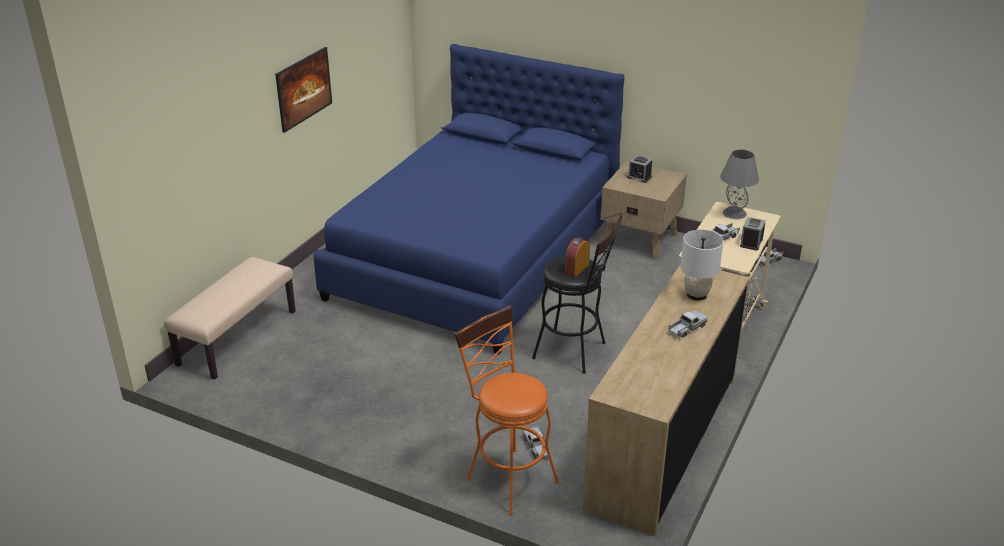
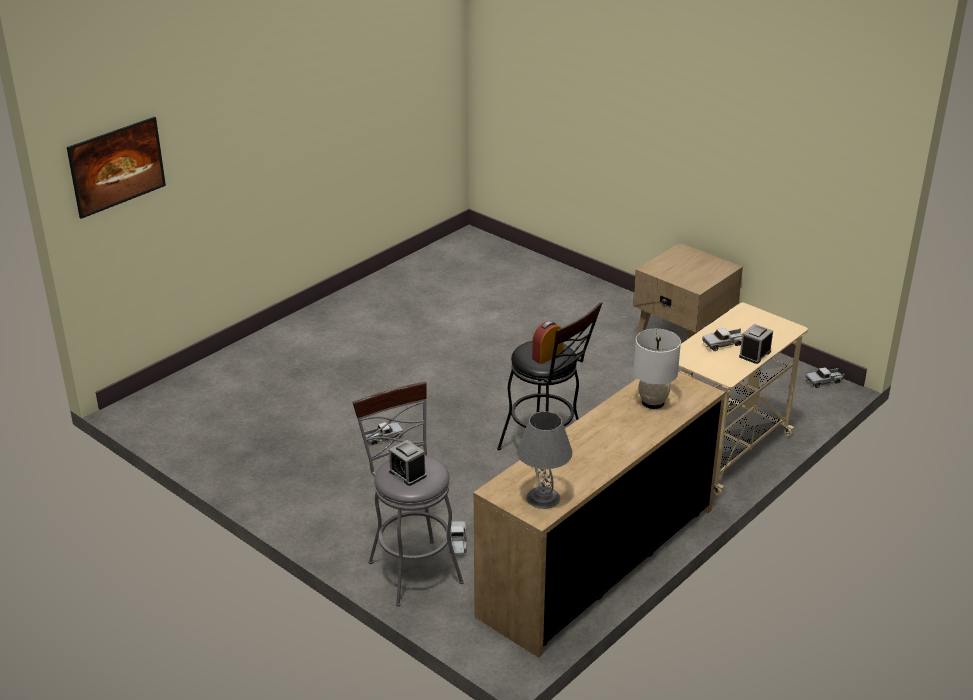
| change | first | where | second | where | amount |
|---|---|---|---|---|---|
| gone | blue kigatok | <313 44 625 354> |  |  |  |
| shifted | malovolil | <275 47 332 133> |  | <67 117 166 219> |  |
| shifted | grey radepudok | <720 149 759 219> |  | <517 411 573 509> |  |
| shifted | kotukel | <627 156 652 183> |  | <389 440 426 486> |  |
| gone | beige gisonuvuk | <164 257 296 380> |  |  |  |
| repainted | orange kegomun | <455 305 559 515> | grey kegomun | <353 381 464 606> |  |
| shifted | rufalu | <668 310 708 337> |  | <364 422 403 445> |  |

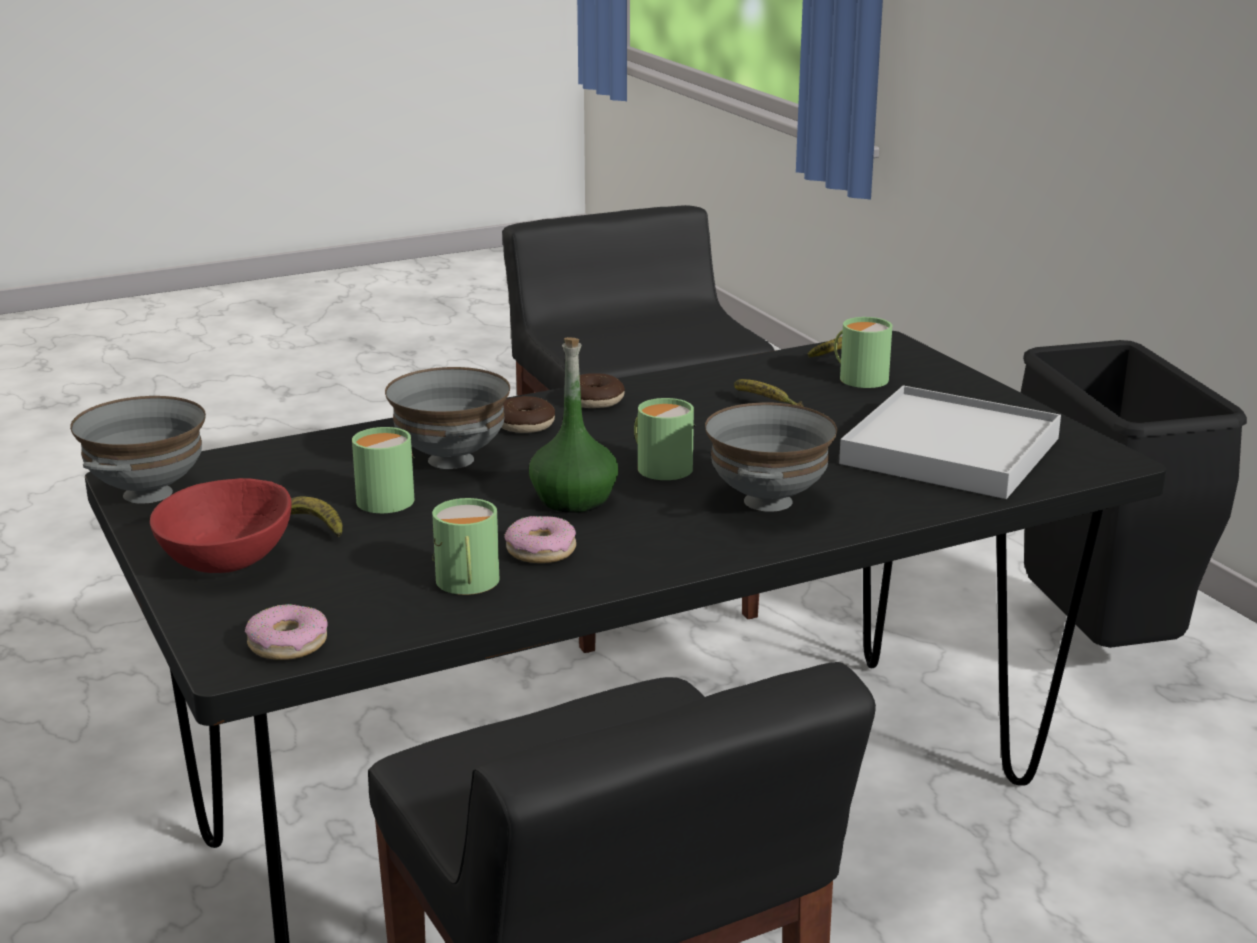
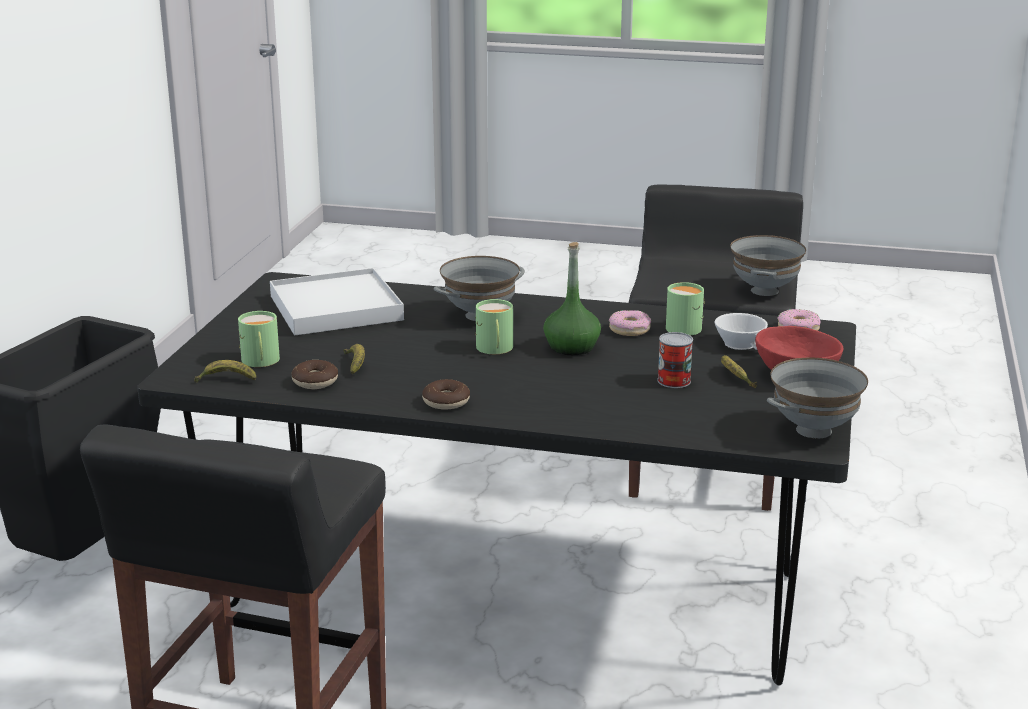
| change | first | where | second | where | amount |
|---|---|---|---|---|---|
| shifted | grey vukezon | <385 367 510 469> |  | <730 235 806 296> |  |
| shifted | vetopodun | <501 396 555 433> |  | <291 360 338 389> |  |
| swapped | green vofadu | <352 427 415 513> | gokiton | <657 332 693 388> |  |
| new |  |  | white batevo | <715 313 768 350> |  |

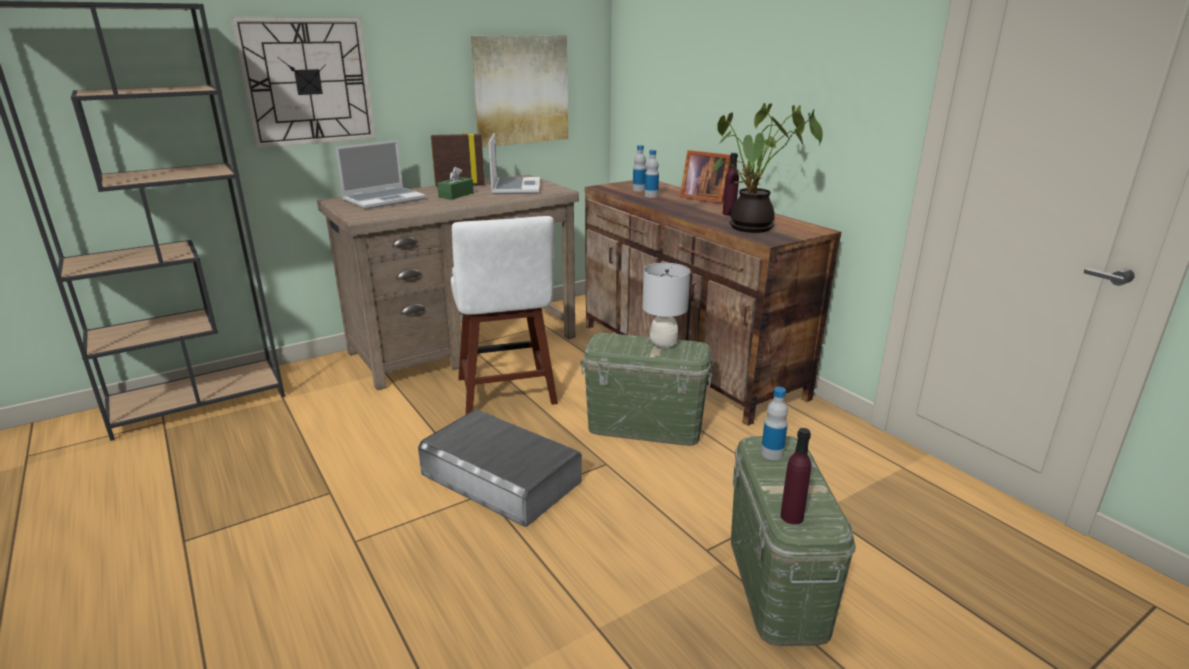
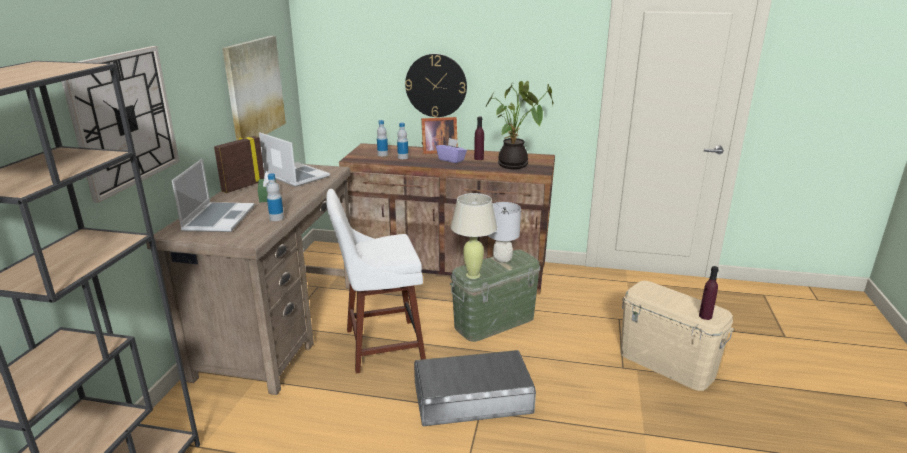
| change | first | where | second | where | amount |
|---|---|---|---|---|---|
| rotated | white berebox | <451 216 558 414> |  | <326 189 426 373> | 135 degrees clockwise |
| shifted | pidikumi | <761 387 788 460> |  | <266 174 284 221> |  |
| repainted | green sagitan | <731 436 856 646> | beige sagitan | <620 281 734 391> |  |
| new |  |  | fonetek | <405 54 467 117> |  |
| new |  |  | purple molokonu | <436 138 467 163> |  |
| new |  |  | beige radepudok | <451 193 497 279> |  |

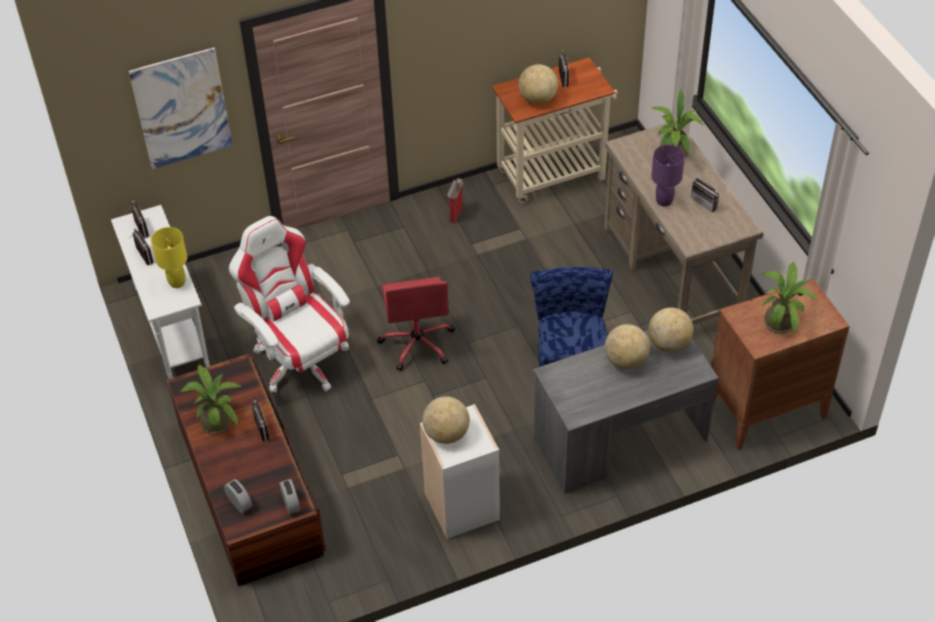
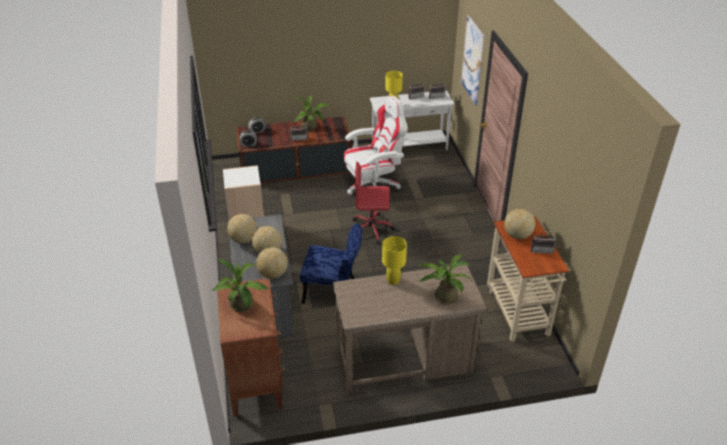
| change | first | where | second | where | amount |
|---|---|---|---|---|---|
| repainted | purple radepudok | <651 145 685 207> | yellow radepudok | <382 236 407 285> |  |
| gone | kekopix | <691 172 719 212> |  |  |  |
| gone | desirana | <447 178 464 223> |  |  |  |
| shifted | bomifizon | <422 396 470 444> |  | <227 214 257 243> |  |

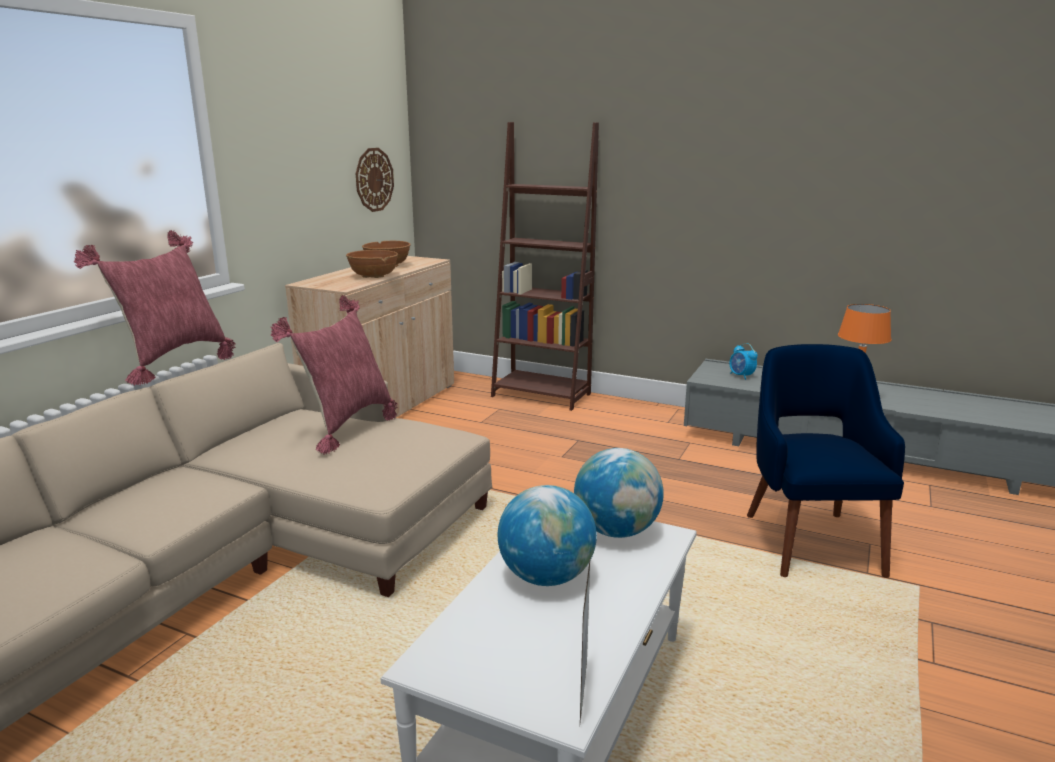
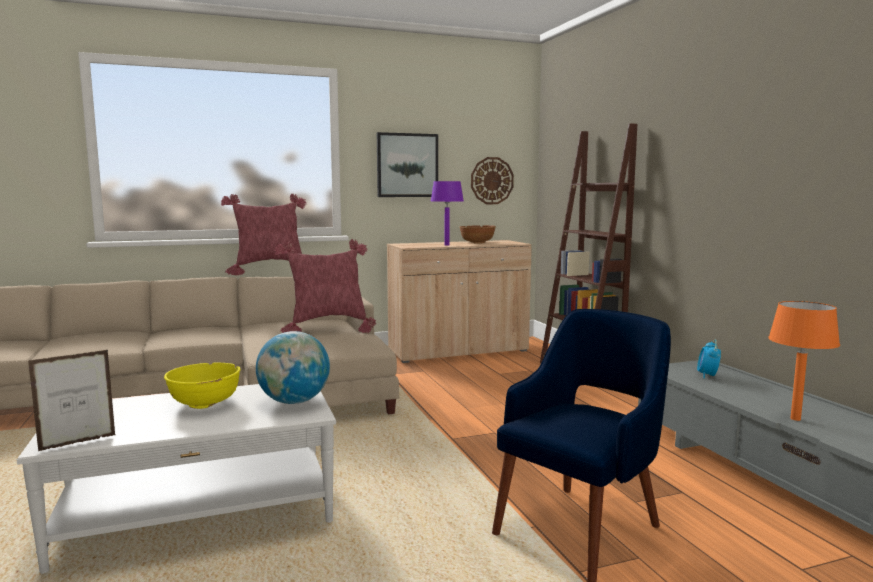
| change | first | where | second | where | amount |
|---|---|---|---|---|---|
| swapped | brown vukezon | <346 250 398 278> | purple radepudok | <431 181 464 246> |  |
| swapped | bomifizon | <498 485 597 586> | yellow vukezon | <164 363 241 409> |  |
| new |  |  | malovolil | <377 132 438 197> |  |

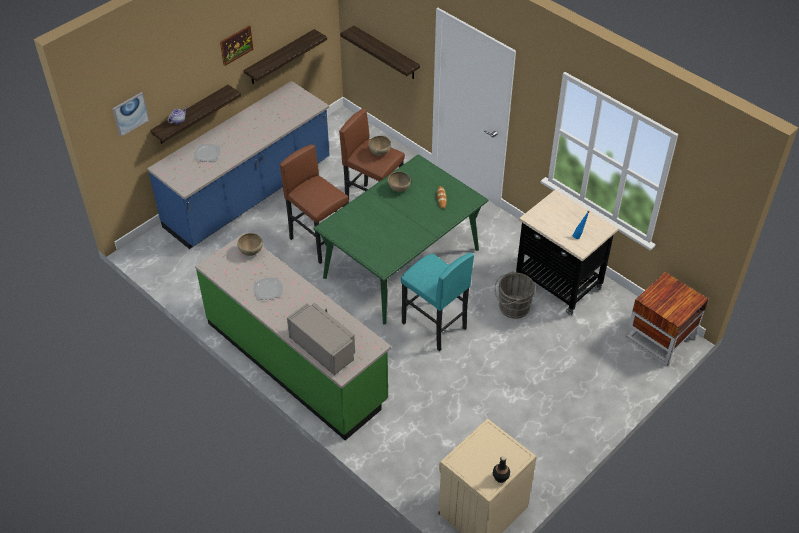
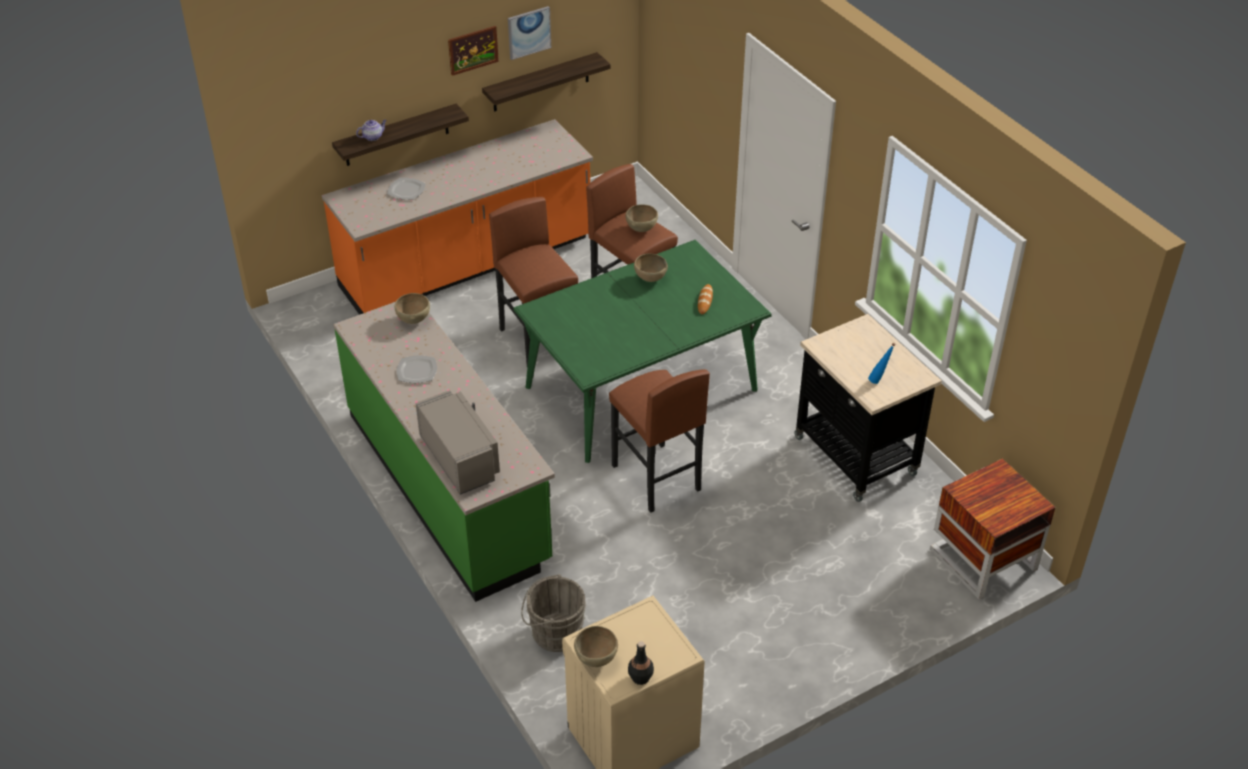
| change | first | where | second | where | amount |
|---|---|---|---|---|---|
| gone | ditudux | <340 25 420 79> |  |  |  |
| repainted | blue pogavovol | <147 81 330 249> | orange pogavovol | <322 119 593 315> |  |
| shifted | malovolil | <112 92 149 137> |  | <508 6 551 60> |  |
| repainted | turquoise kegomun | <401 252 474 351> | brown kegomun | <609 369 710 513> |  |
| shifted | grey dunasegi | <495 271 535 319> |  | <521 574 586 652> |  |
| new |  |  | brown vukezon | <574 626 618 667> |  |

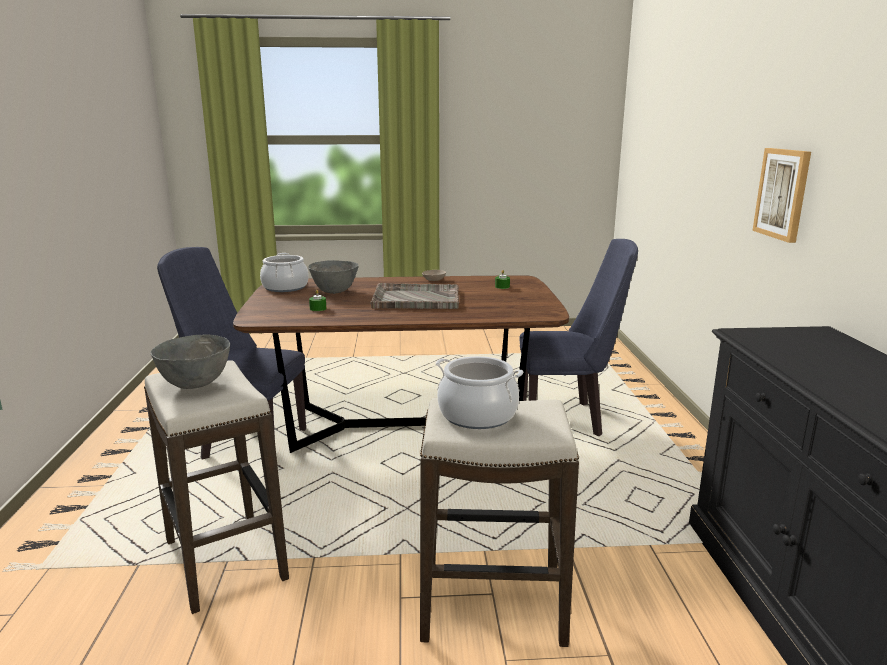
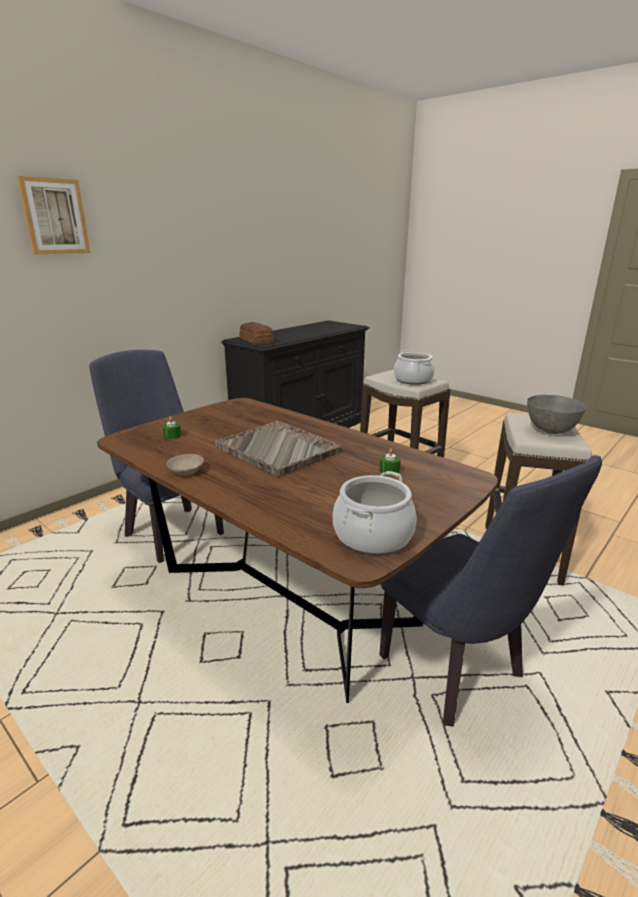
| change | first | where | second | where | amount |
|---|---|---|---|---|---|
| shifted | malovolil | <752 148 811 243> |  | <16 176 90 254> |  |
| gone | grey vukezon | <308 260 359 294> |  |  |  |
| new |  |  | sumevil | <239 322 274 345> |  |

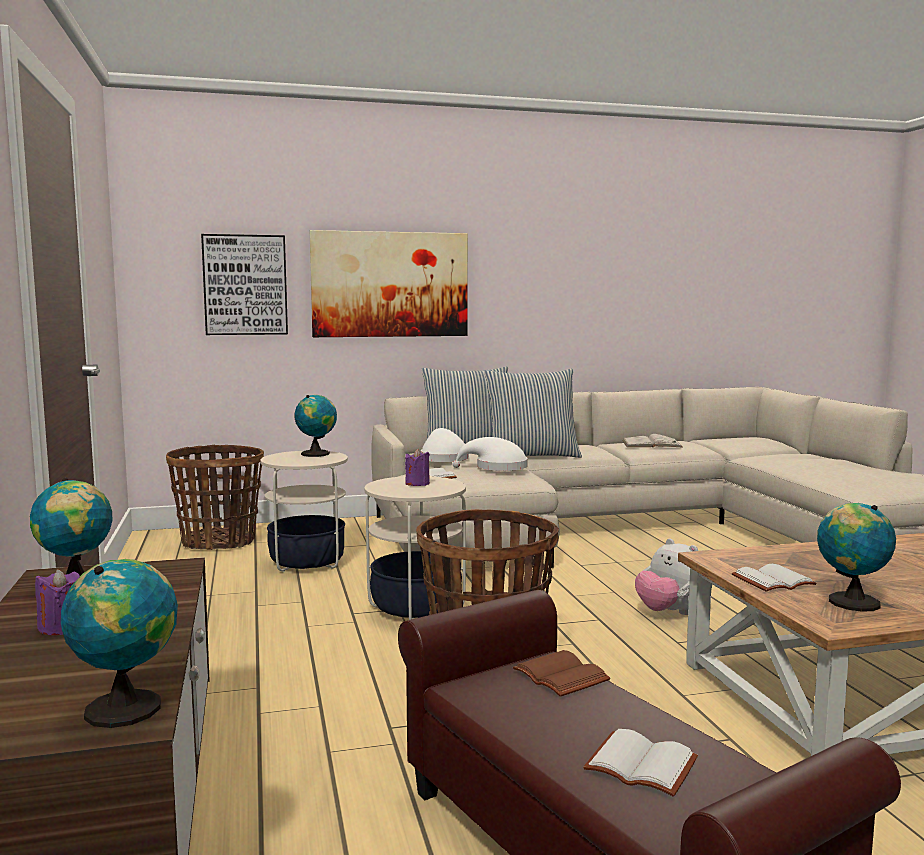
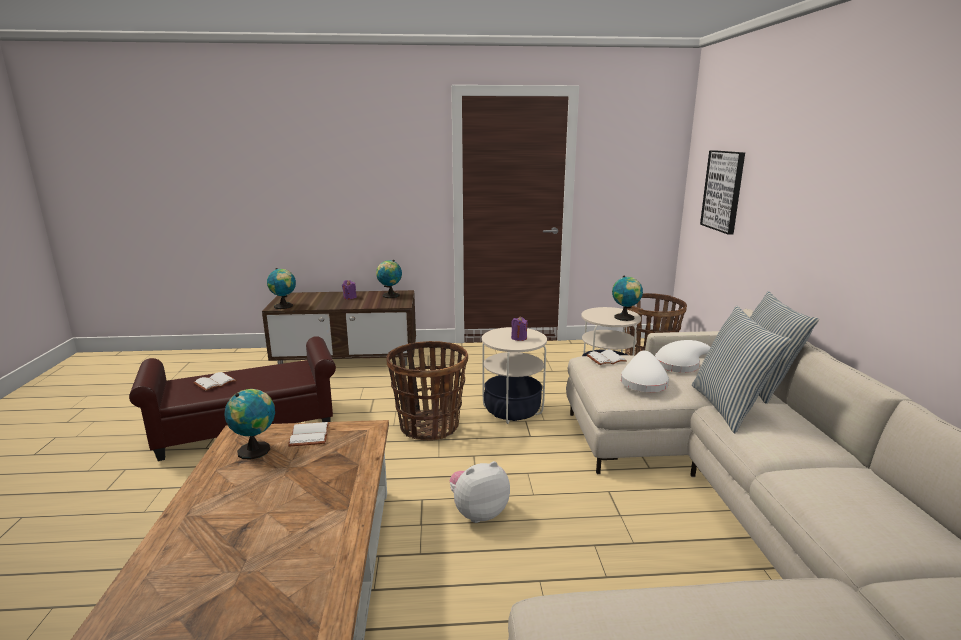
| change | first | where | second | where | amount |
|---|---|---|---|---|---|
| gone | malovolil | <310 230 468 337> |  |  |  |
| gone | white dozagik | <622 434 683 448> |  |  |  |
| gone | brown dozagik | <513 650 610 697> |  |  |  |

